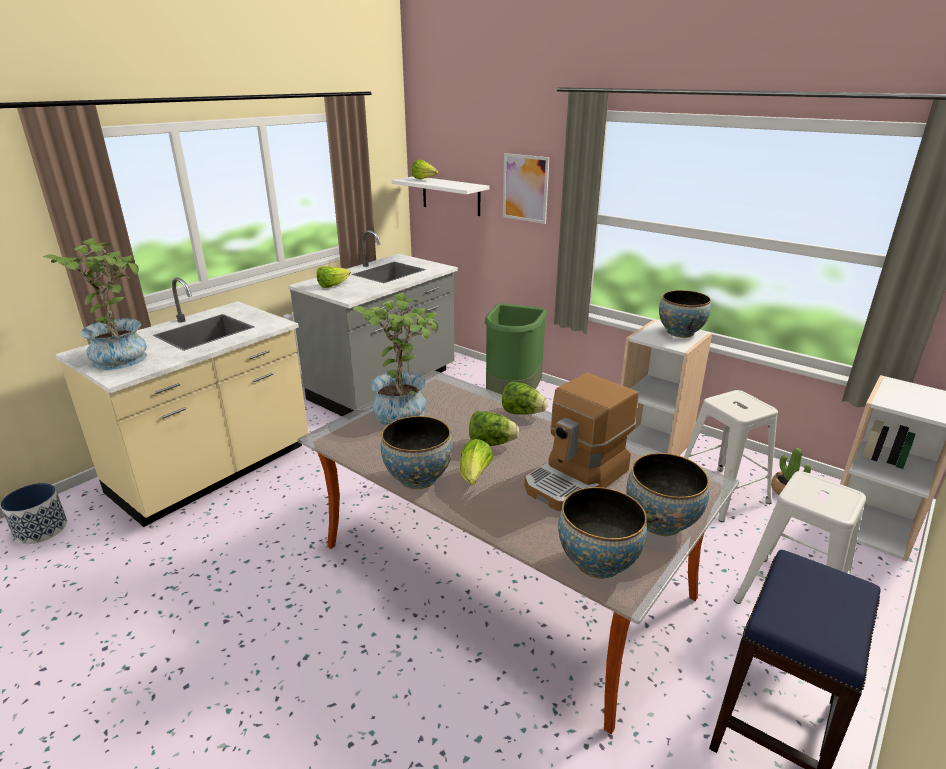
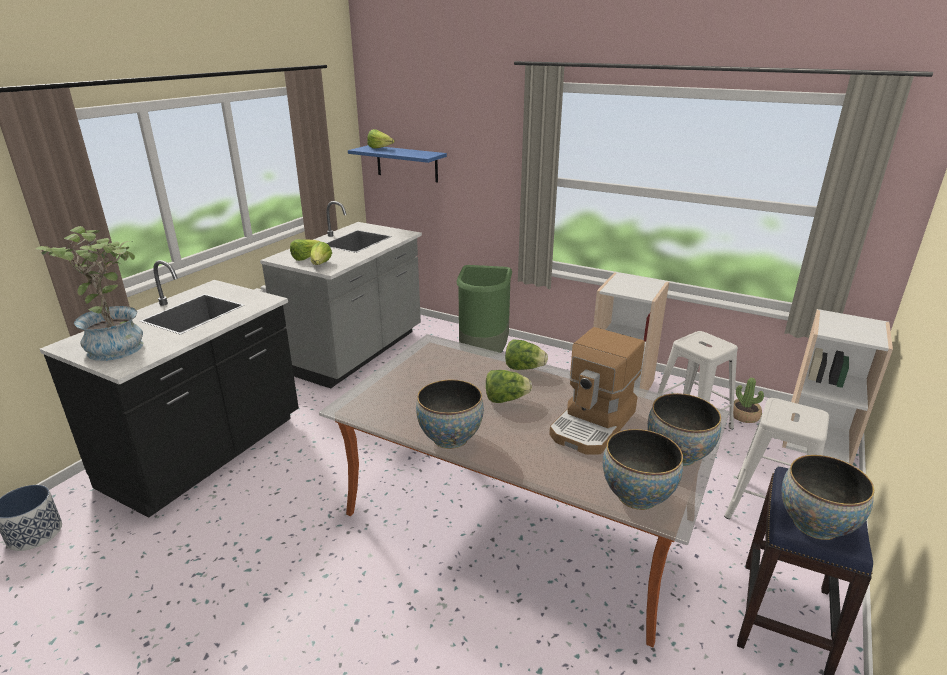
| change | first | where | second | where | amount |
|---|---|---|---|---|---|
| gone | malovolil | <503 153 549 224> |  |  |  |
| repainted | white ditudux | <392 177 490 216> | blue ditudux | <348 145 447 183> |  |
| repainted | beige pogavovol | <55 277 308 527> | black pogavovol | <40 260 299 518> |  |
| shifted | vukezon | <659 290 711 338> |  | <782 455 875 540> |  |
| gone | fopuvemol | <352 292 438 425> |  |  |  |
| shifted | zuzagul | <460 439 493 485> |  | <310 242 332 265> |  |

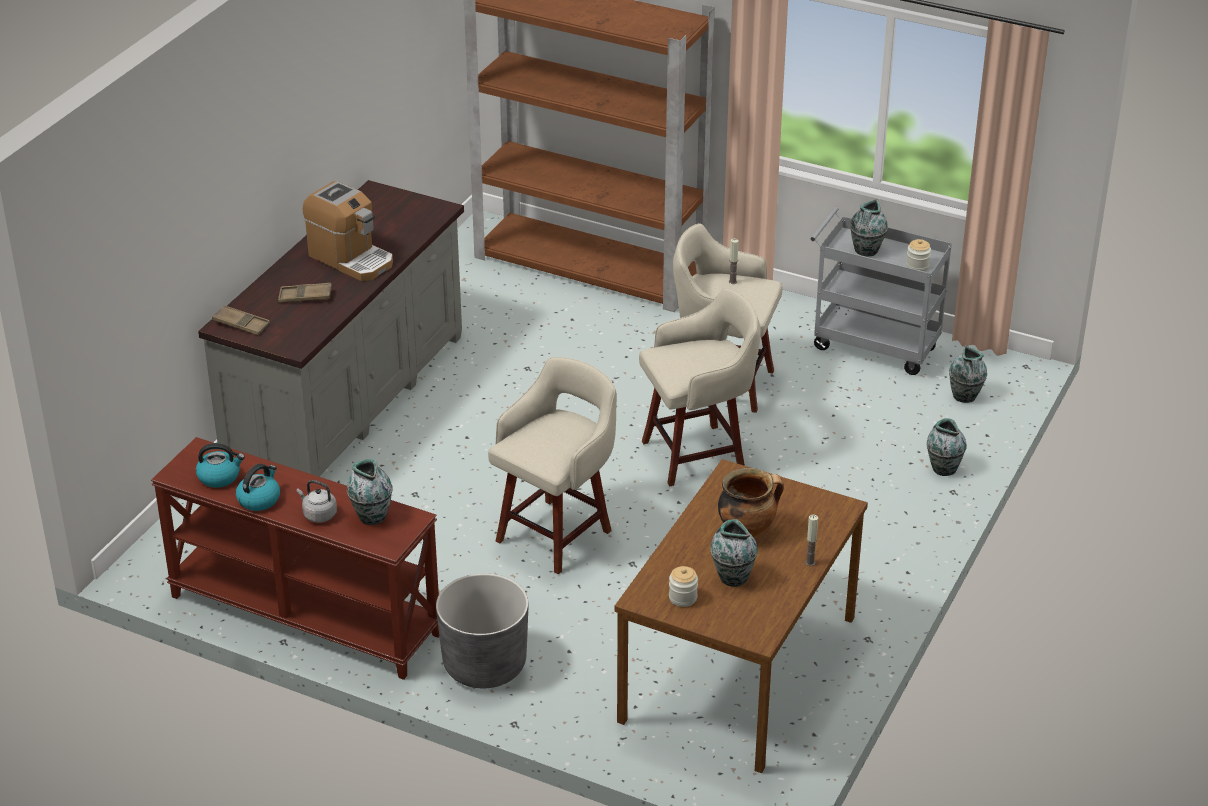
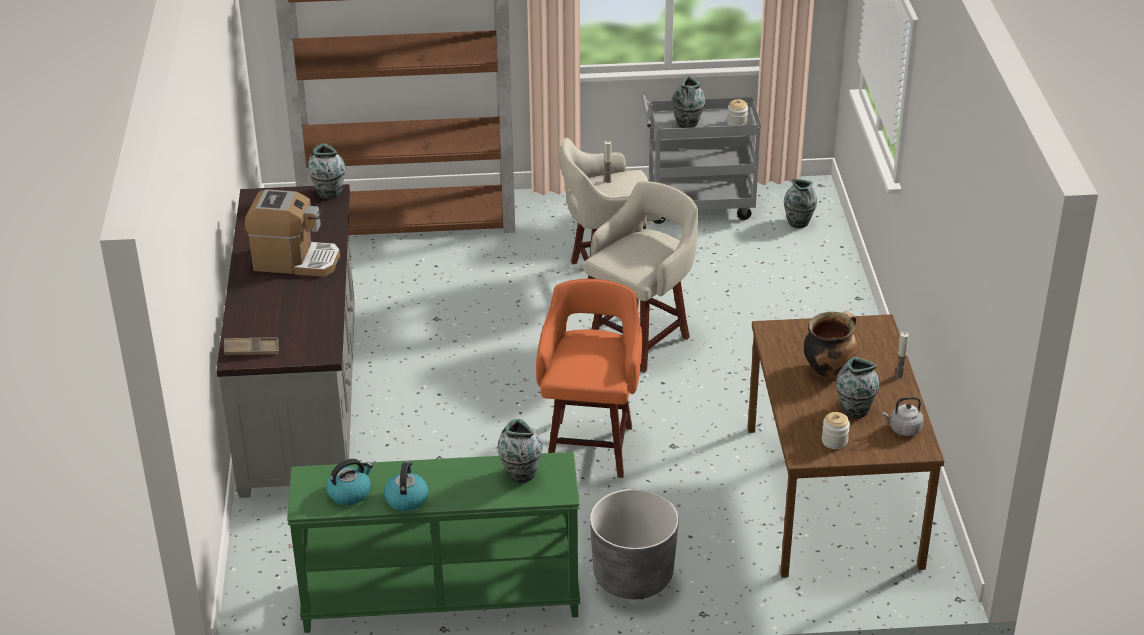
| change | first | where | second | where | amount |
|---|---|---|---|---|---|
| gone | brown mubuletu | <278 283 332 303> |  |  |  |
| repainted | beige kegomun | <488 357 617 574> | orange kegomun | <536 279 642 478> |  |
| shifted | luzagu | <927 418 967 476> |  | <308 144 346 199> |  |
| repainted | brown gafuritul | <151 437 439 680> | green gafuritul | <287 452 580 633> |  |
| shifted | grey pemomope | <297 480 337 522> |  | <882 396 924 436> |  |

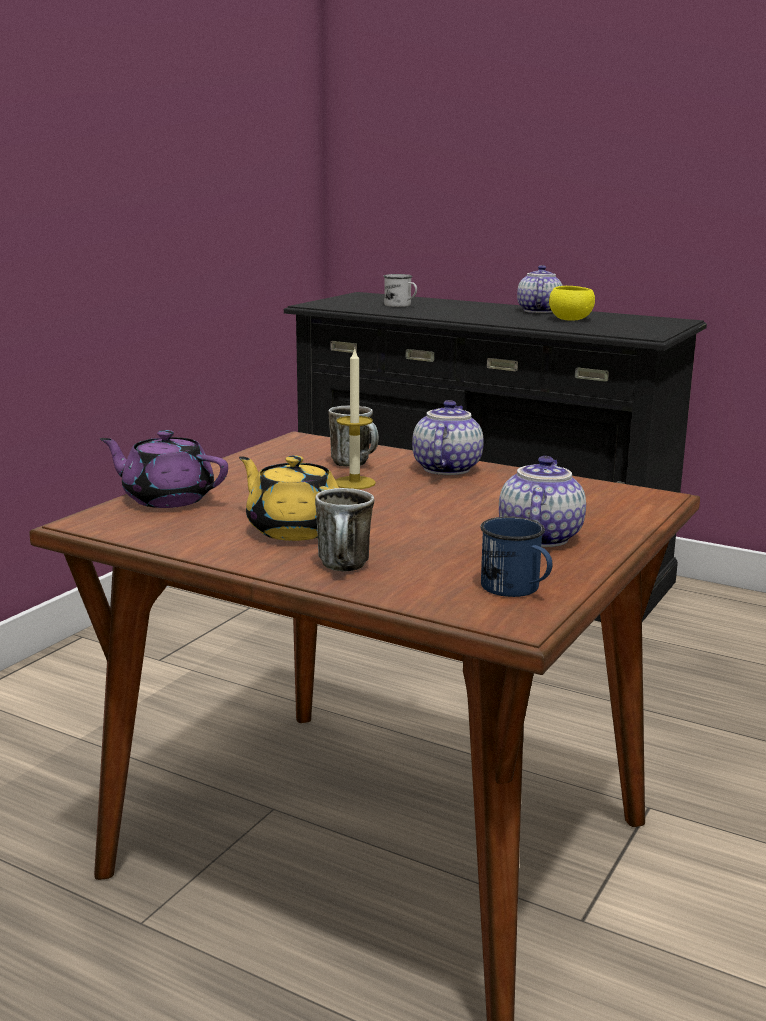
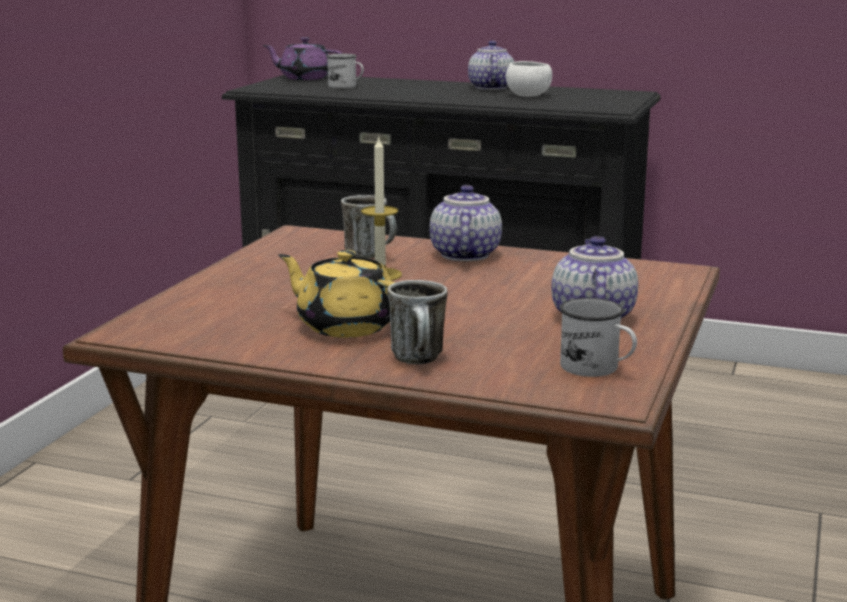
| change | first | where | second | where | amount |
|---|---|---|---|---|---|
| repainted | yellow vukezon | <549 286 595 320> | white vukezon | <506 61 552 97> |  |
| shifted | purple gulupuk | <100 430 228 508> |  | <263 37 343 80> |  |
| repainted | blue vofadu | <480 516 552 597> | white vofadu | <560 298 637 377> |  |

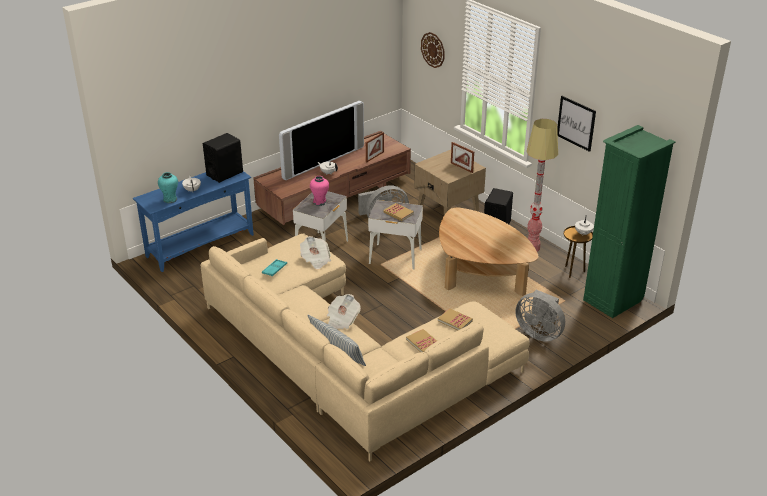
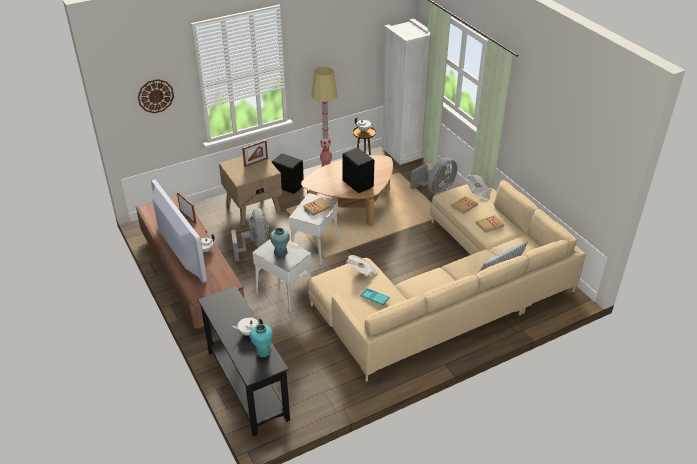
| change | first | where | second | where | amount |
|---|---|---|---|---|---|
| gone | malovolil | <557 96 596 152> |  |  |  |
| repainted | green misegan | <583 125 676 318> | white misegan | <382 19 431 165> |  |
| shifted | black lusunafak | <203 133 243 183> |  | <342 148 374 193> |  |
| repainted | blue gafuritul | <133 171 254 272> | black gafuritul | <198 286 290 436> |  |
| repainted | pink luzagu | <310 176 329 206> | turquoise luzagu | <270 228 290 257> |  |
| shifted | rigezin | <327 294 361 329> |  | <467 175 492 200> |  |

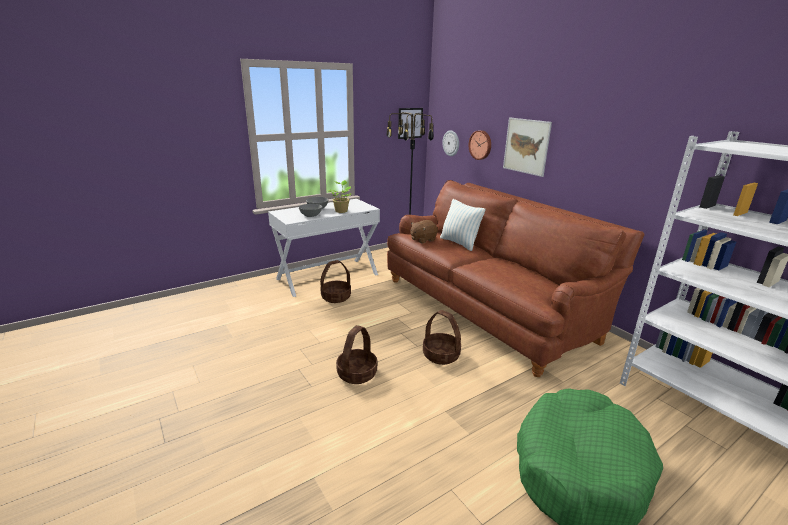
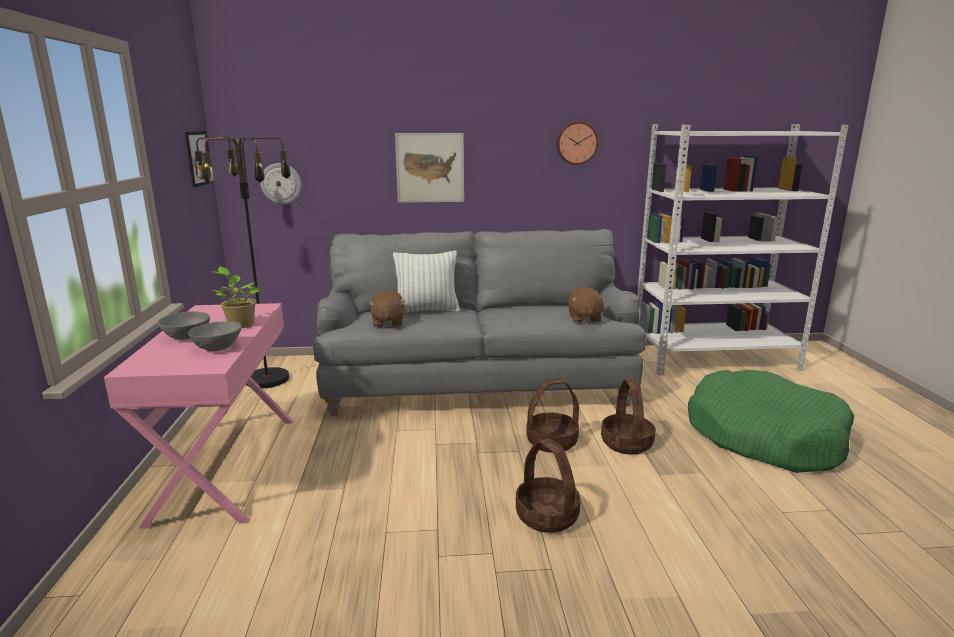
| change | first | where | second | where | amount |
|---|---|---|---|---|---|
| shifted | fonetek | <468 130 491 160> |  | <556 122 598 165> |  |
| repainted | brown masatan | <387 180 645 377> | grey masatan | <313 229 646 416> |  |
| repainted | white gafuritul | <268 199 380 297> | pink gafuritul | <104 303 293 529> |  |
| shifted | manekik | <320 260 351 303> |  | <601 379 656 455> |  |
| new |  |  | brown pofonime | <568 287 606 323> |  |

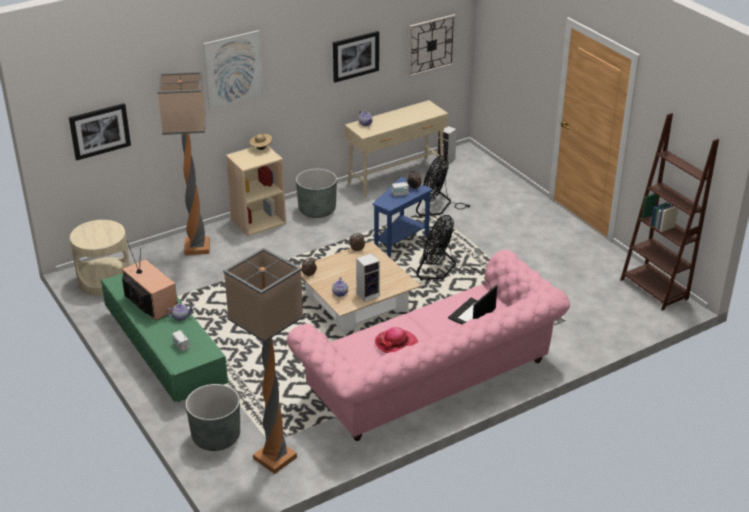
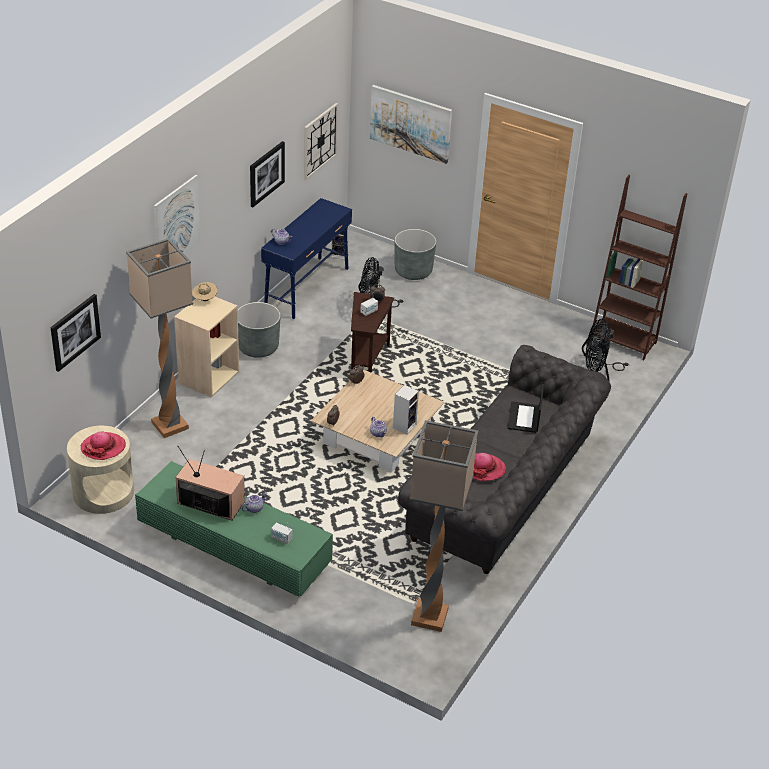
| change | first | where | second | where | amount |
|---|---|---|---|---|---|
| repainted | beige gafuritul | <345 100 448 197> | blue gafuritul | <261 198 352 319> |  |
| repainted | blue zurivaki | <373 177 432 257> | brown zurivaki | <351 292 394 373> |  |
| shifted | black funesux | <417 215 477 280> |  | <582 319 630 381> |  |
| repainted | pink masatan | <287 250 570 441> | grey masatan | <398 345 611 574> |  |
| shifted | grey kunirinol | <186 384 240 451> |  | <395 229 436 280> |  |
| new |  |  | malovolil | <370 85 452 164> |  |
| new |  |  | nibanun | <81 432 126 460> |  |

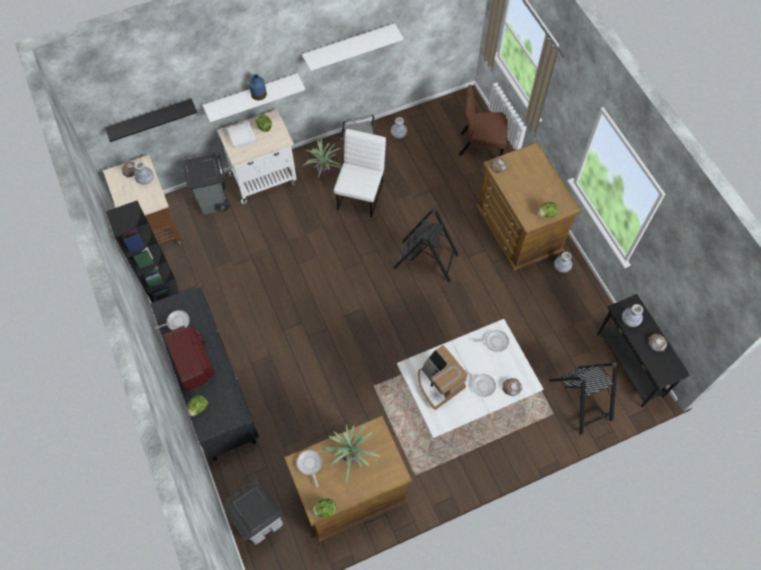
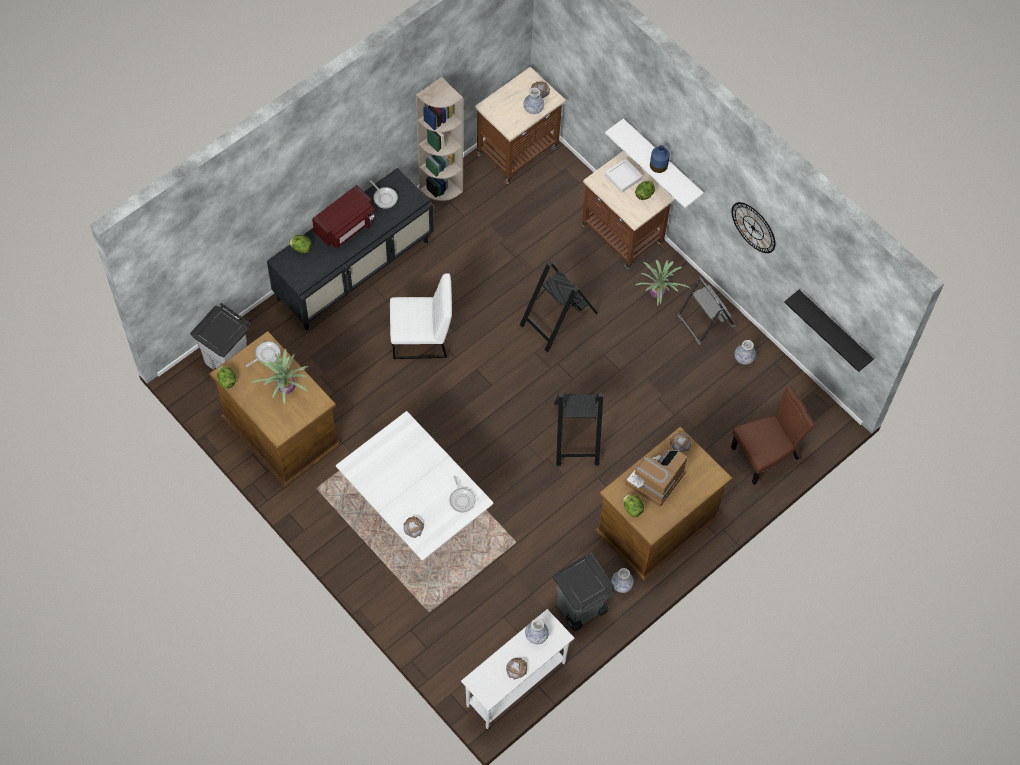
| change | first | where | second | where | amount |
|---|---|---|---|---|---|
| swapped | white ditudux | <302 23 404 71> | fonetek | <732 202 775 253> |  |
| rotated | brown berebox | <459 85 508 156> |  | <731 385 815 485> | 75 degrees clockwise |
| shifted | black ditudux | <105 99 197 142> |  | <784 290 874 372> |  |
| repainted | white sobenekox | <217 109 297 204> | brown sobenekox | <581 151 675 270> |  |
| shifted | white berebox | <334 129 386 217> |  | <390 273 452 359> |  |
| shifted | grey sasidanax | <183 153 230 215> |  | <553 554 615 631> |  |
| repainted | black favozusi | <106 200 178 303> | beige favozusi | <416 77 463 201> |  |
| repainted | black gafuritul | <597 294 690 407> | white gafuritul | <461 609 575 729> |  |
| shifted | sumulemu | <418 345 467 410> |  | <623 450 688 507> |  |
| shifted | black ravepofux | <549 362 618 436> |  | <519 261 598 353> |  |
| gone | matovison | <465 370 496 397> |  |  |  |

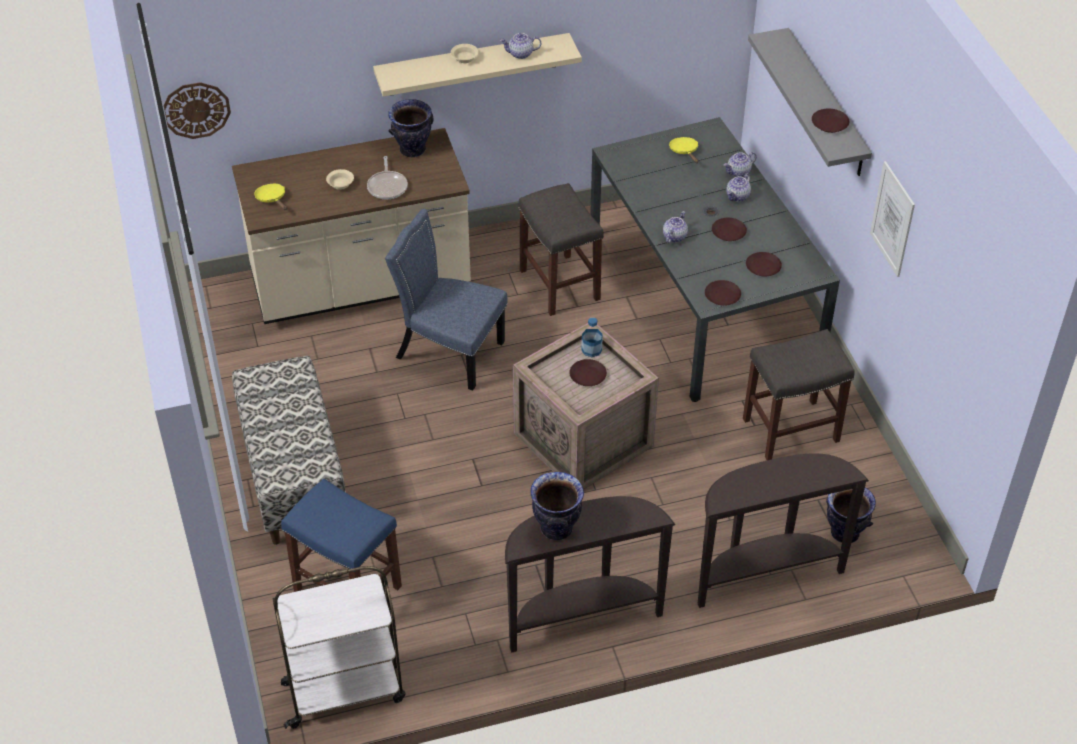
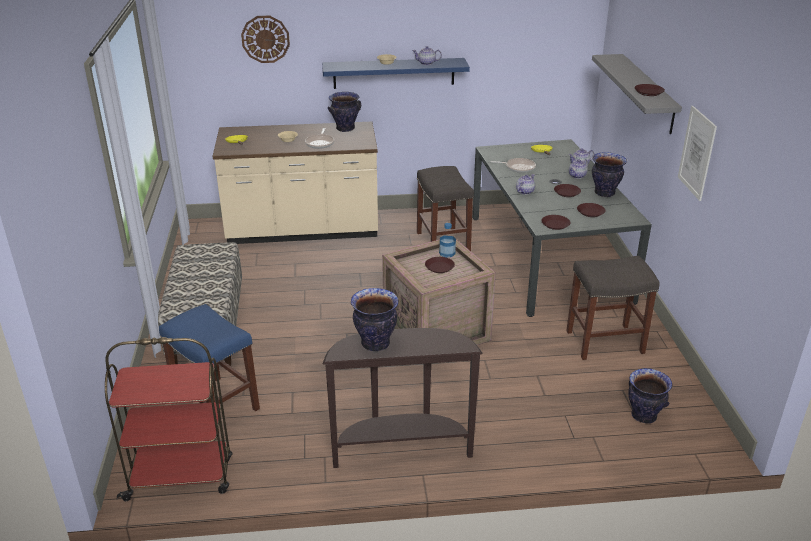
| change | first | where | second | where | amount |
|---|---|---|---|---|---|
| repainted | beige ditudux | <373 33 582 97> | blue ditudux | <322 58 470 89> |  |
| shifted | fonetek | <164 82 231 139> |  | <241 16 290 63> |  |
| gone | blue berebox | <385 208 508 391> |  |  |  |
| gone | brown gafuritul | <697 453 869 608> |  |  |  |
| repainted | white sobenekox | <273 566 405 729> | red sobenekox | <105 337 233 501> |  |
| new |  |  | luzagu | <592 152 627 197> |  |
| new |  |  | matovison | <490 158 536 173> |  |

